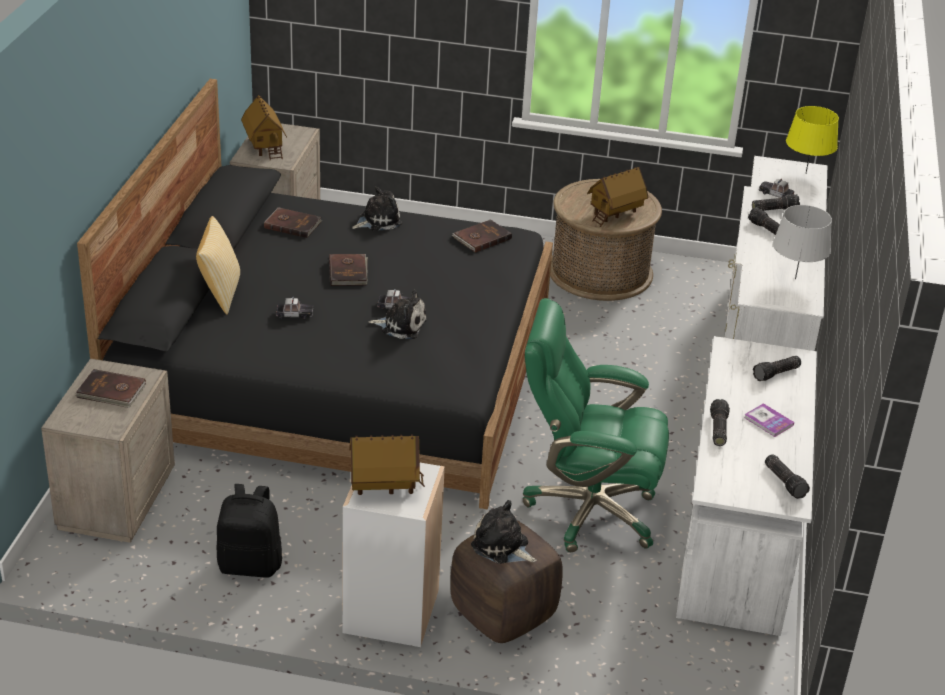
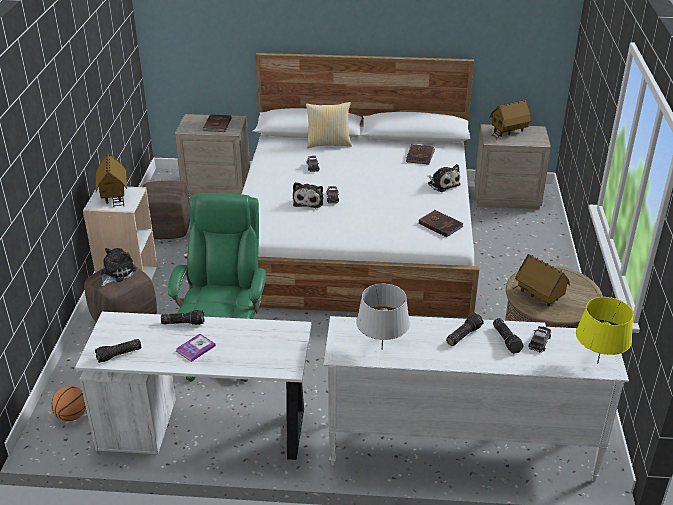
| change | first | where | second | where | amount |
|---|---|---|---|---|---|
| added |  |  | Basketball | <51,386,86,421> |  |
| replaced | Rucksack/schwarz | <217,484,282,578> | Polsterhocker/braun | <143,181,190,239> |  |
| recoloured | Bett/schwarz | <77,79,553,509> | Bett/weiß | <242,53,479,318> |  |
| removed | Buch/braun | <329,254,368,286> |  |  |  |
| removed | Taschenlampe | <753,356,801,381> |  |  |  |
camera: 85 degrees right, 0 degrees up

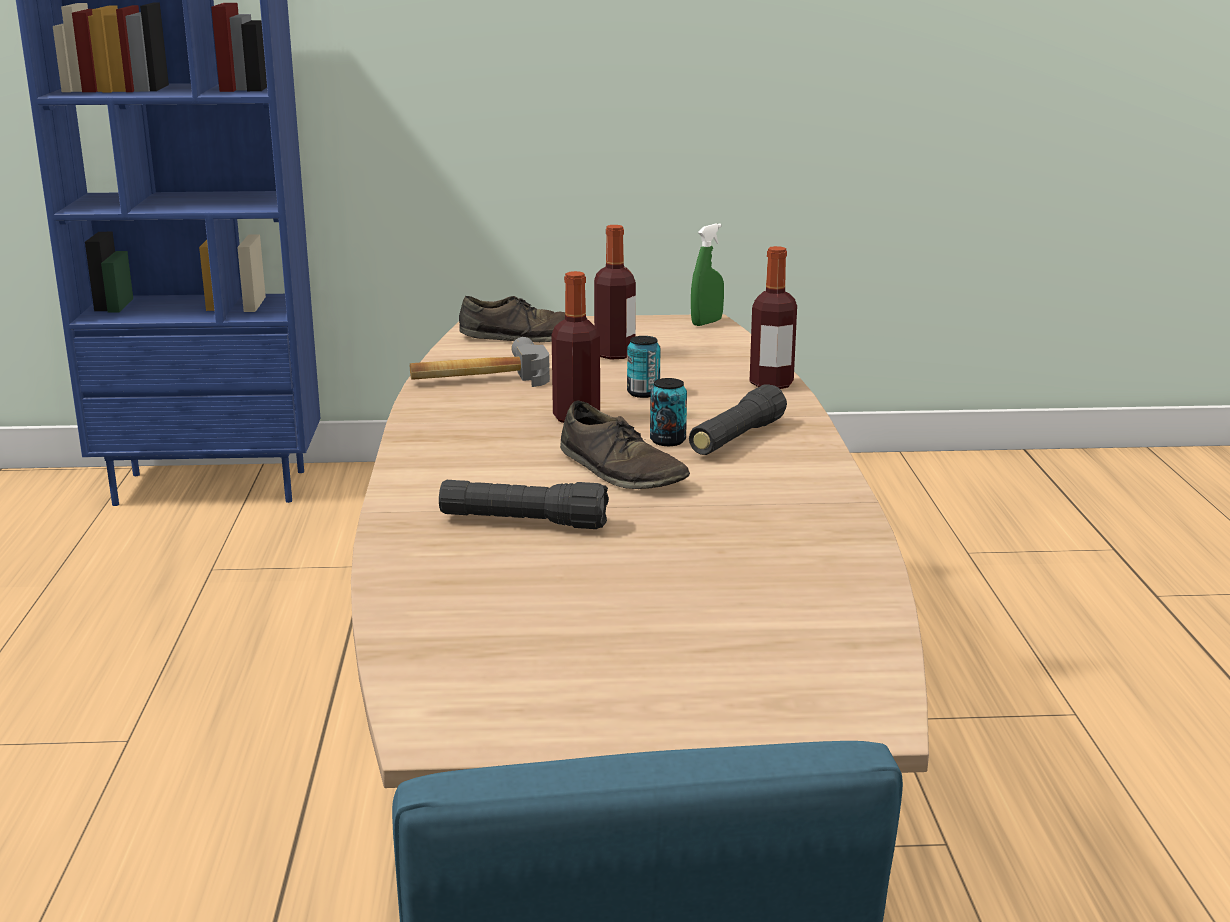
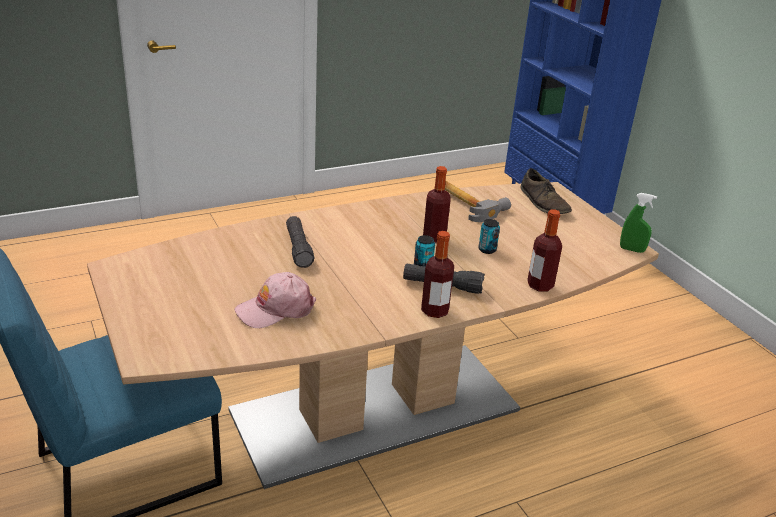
| change | first | where | second | where | amount |
|---|---|---|---|---|---|
| added |  |  | Kappe/rosa | <234,272,316,328> |  |
| moved | Flasche | <594,225,636,359> |  | <421,231,454,318> |  |
| removed | Schuh/braun | <560,400,690,489> |  |  |  |
camera: 65 degrees right, 10 degrees up

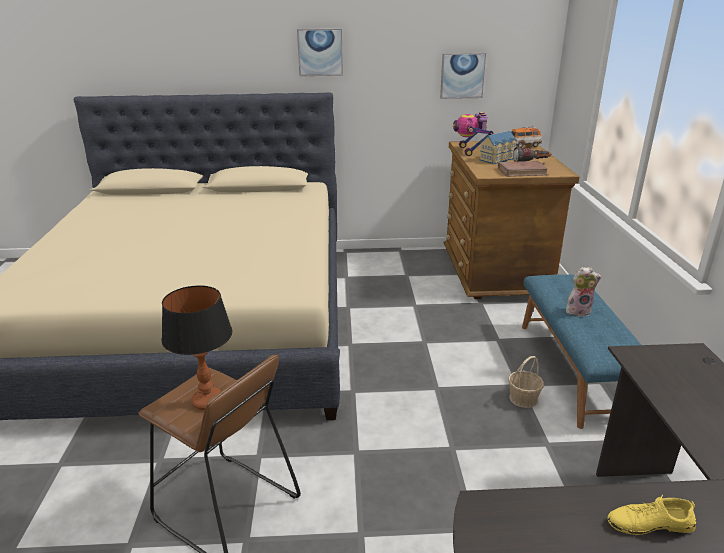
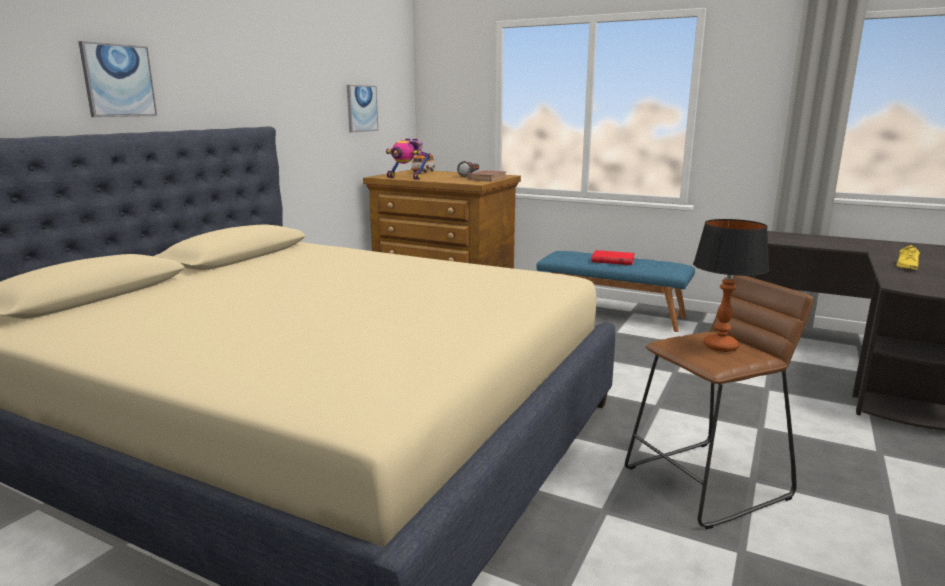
| change | first | where | second | where | amount |
|---|---|---|---|---|---|
| moved | Bild | <297,29,343,76> |  | <78,41,157,117> |  |
| replaced | Plüschtier | <566,267,602,317> | Buch/rot | <591,250,635,265> |  |
| removed | Spielzeughaus | <479,131,517,164> |  |  |  |
| removed | Korb | <508,356,544,408> |  |  |  |
camera: 60 degrees left, 10 degrees down

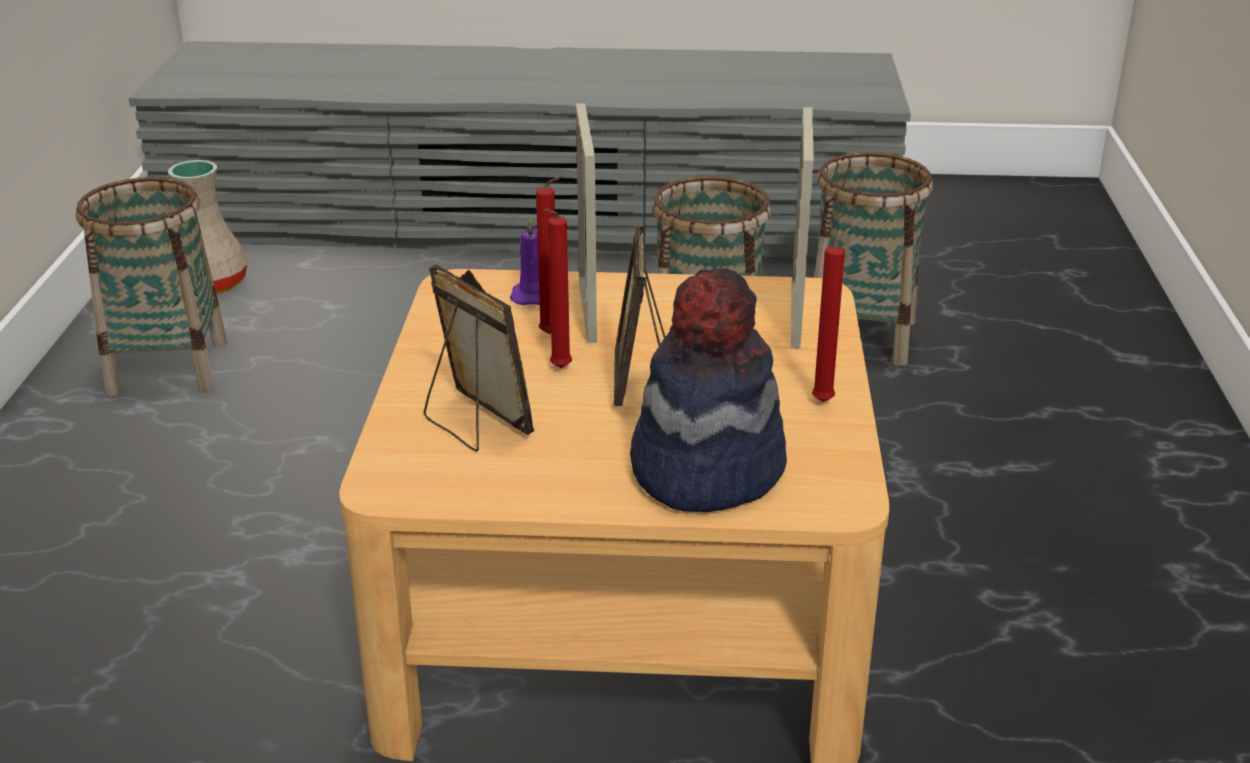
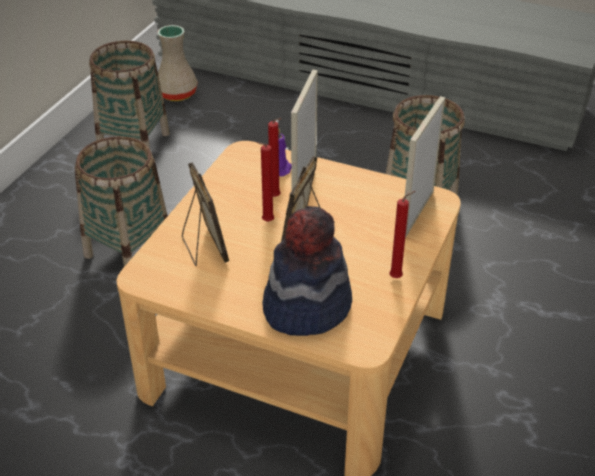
| change | first | where | second | where | amount |
|---|---|---|---|---|---|
| moved | Korb | <814,152,933,366> |  | <74,136,168,267> |  |
camera: 20 degrees right, 10 degrees up

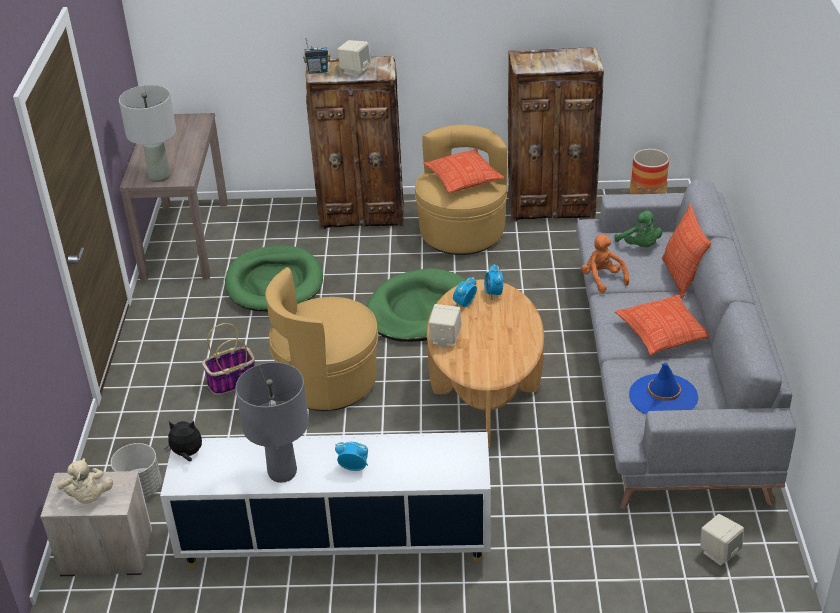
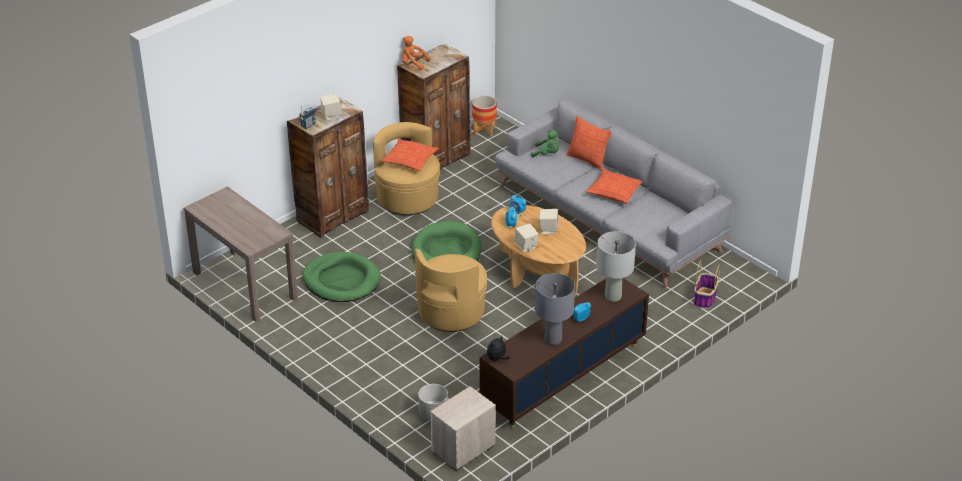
| change | first | where | second | where | amount |
|---|---|---|---|---|---|
| moved | Plüschtier/orange | <581,234,629,293> |  | <402,36,430,70> |  |
| recoloured | Fernsehschrank/weiß | <160,432,491,567> | Fernsehschrank/braun | <479,278,649,428> |  |
| moved | Lautsprecher/beige | <700,514,744,566> |  | <539,209,558,235> |  |
| moved | Tischlampe/grau | <119,85,176,182> |  | <596,231,636,302> |  |
| moved | Korb | <202,323,255,395> |  | <694,260,720,309> |  |
| removed | Plüschtier/beige | <57,458,113,504> |  |  |  |
| removed | Hut/blau | <629,363,698,415> |  |  |  |
camera: 45 degrees left, 0 degrees up

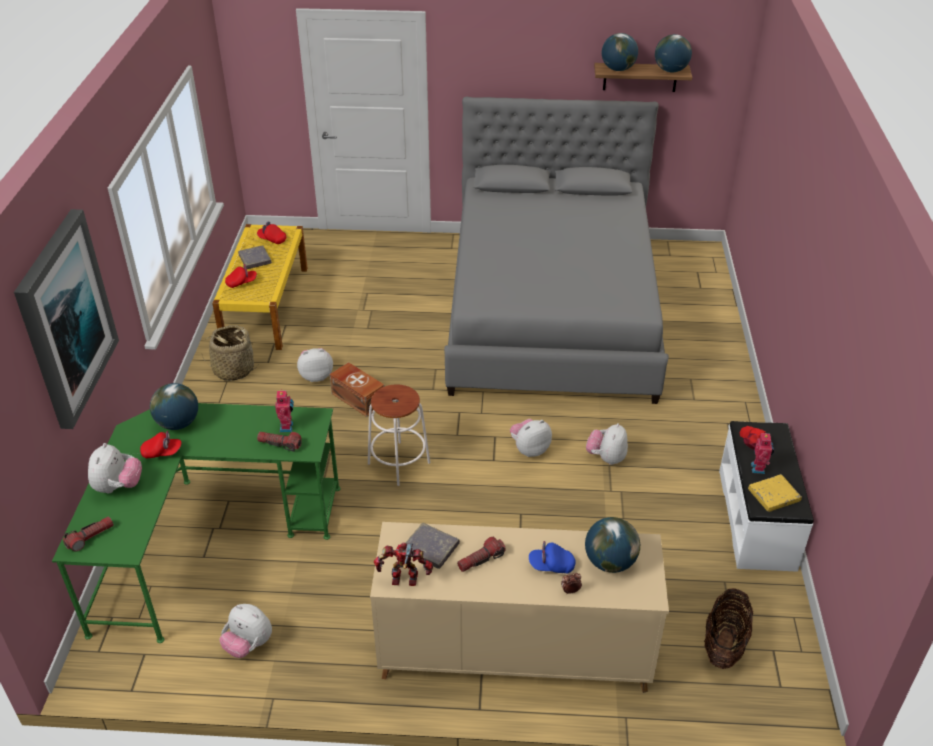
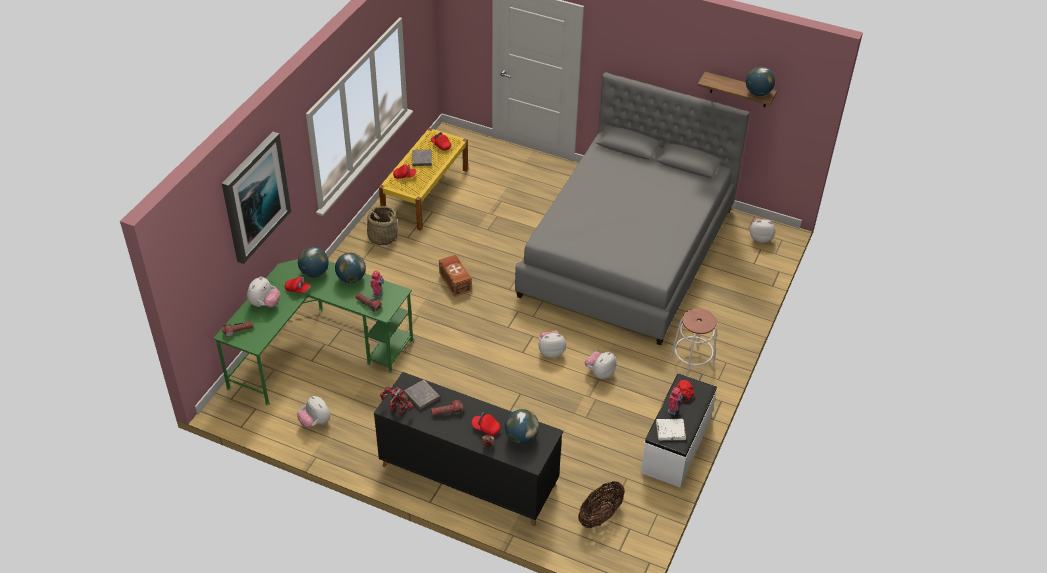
| change | first | where | second | where | amount |
|---|---|---|---|---|---|
| moved | Globus | <602,33,638,71> |  | <335,253,366,283> |  |
| recoloured | Kommode/beige | <370,522,669,693> | Kommode/schwarz | <374,372,563,526> |  |
| recoloured | Kappe/blau | <529,541,576,573> | Kappe/rot | <472,412,500,436> |  |
| recoloured | Buch/gelb | <748,474,802,512> | Buch/weiß | <656,419,686,440> |  |
| moved | Hocker/weiß | <368,384,430,486> |  | <670,308,717,377> |  |
| moved | Plüschtier | <297,348,333,382> |  | <750,218,776,243> |  |
camera: 20 degrees right, 5 degrees up

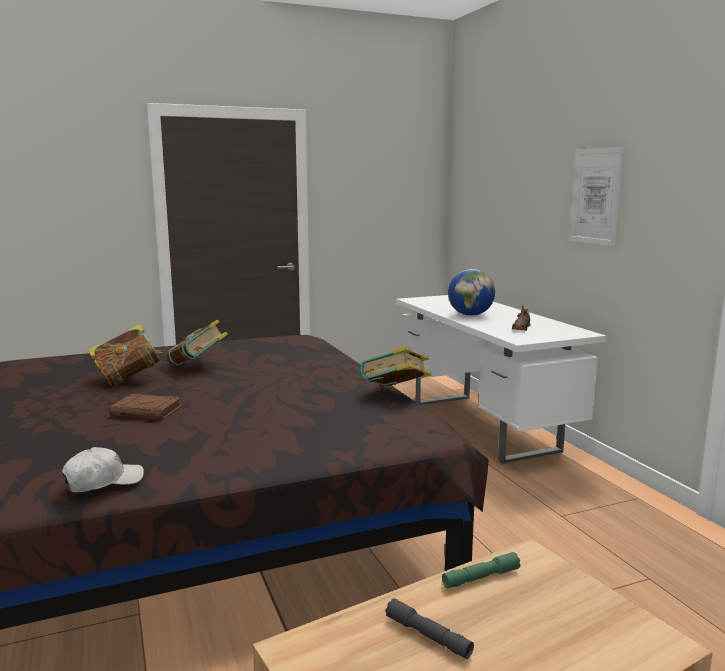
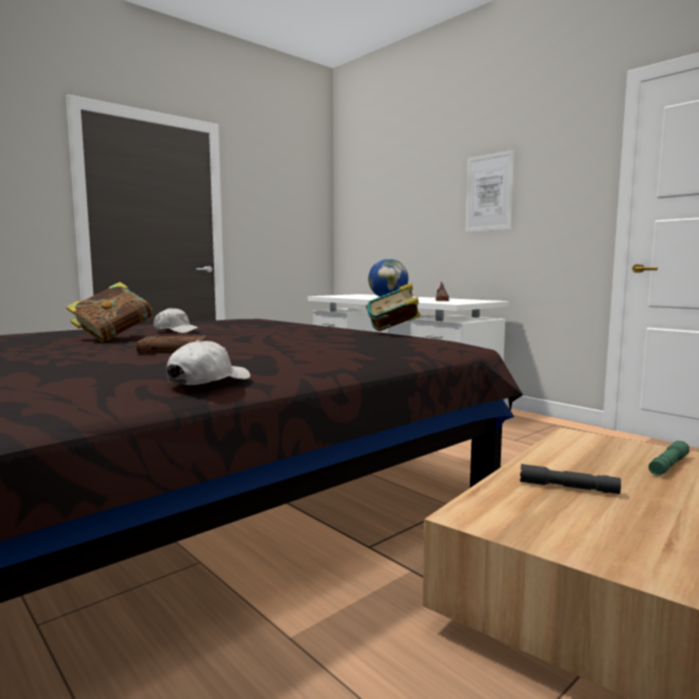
| change | first | where | second | where | amount |
|---|---|---|---|---|---|
| replaced | Buch | <165,320,228,366> | Kappe/weiß | <153,308,201,333> |  |
| moved | Taschenlampe/grün | <442,552,520,588> |  | <649,440,690,475> |  |
camera: 20 degrees left, 5 degrees down

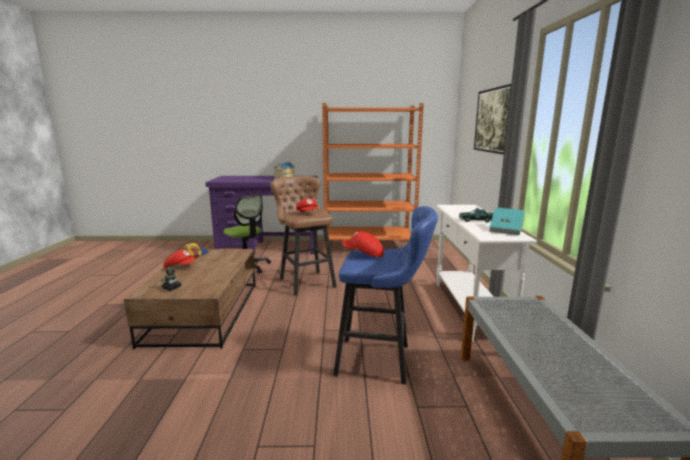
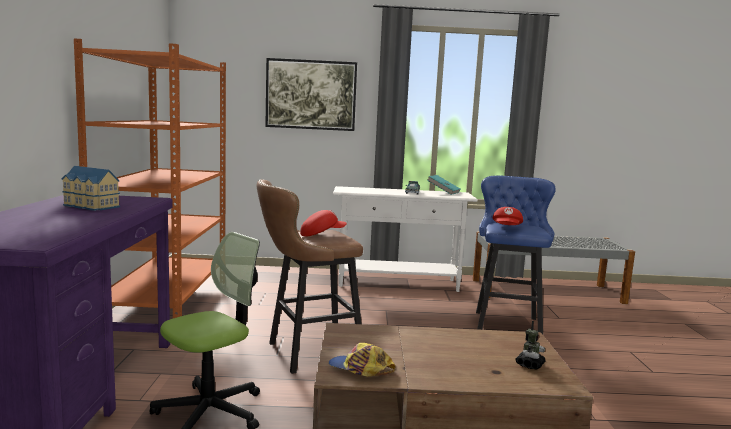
| change | first | where | second | where | amount |
|---|---|---|---|---|---|
| removed | Kappe/rot | <164,250,197,268> |  |  |  |
camera: 90 degrees left, 5 degrees down

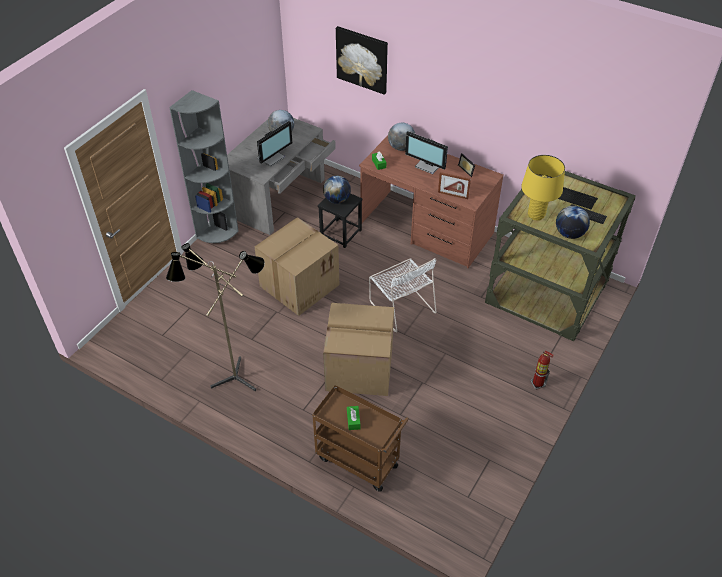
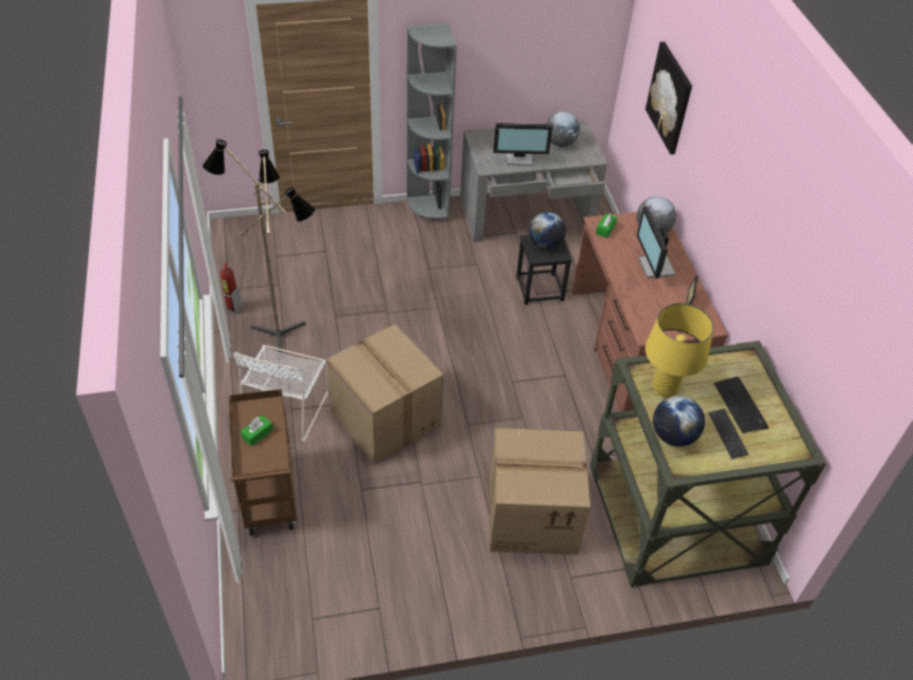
| change | first | where | second | where | amount |
|---|---|---|---|---|---|
| moved | Feuerlöscher | <530,351,554,390> |  | <221,263,243,314> |  |
| moved | Stuhl/weiß | <369,258,437,333> |  | <233,345,329,442> |  |
| moved | Karton | <254,217,339,316> |  | <489,428,590,555> |  |
| removed | Bilderrahmen | <438,172,471,199> |  |  |  |
camera: 45 degrees right, 0 degrees up

